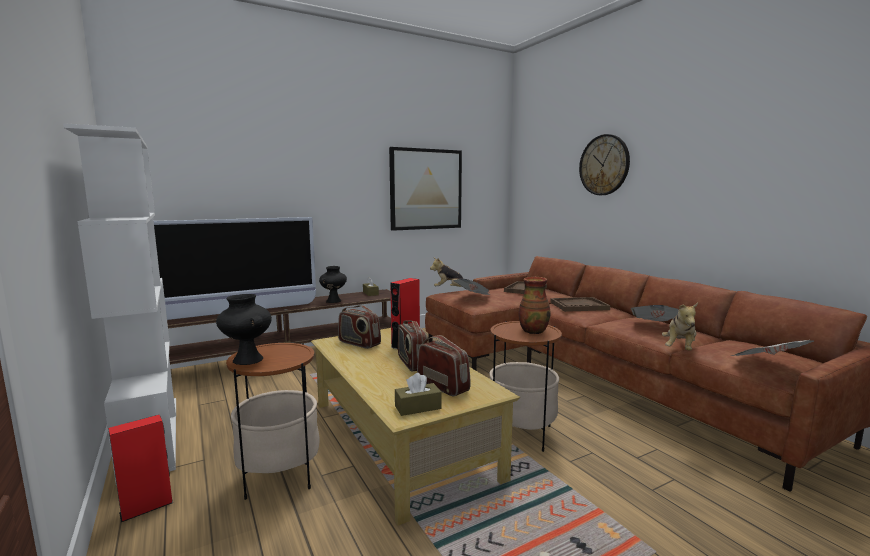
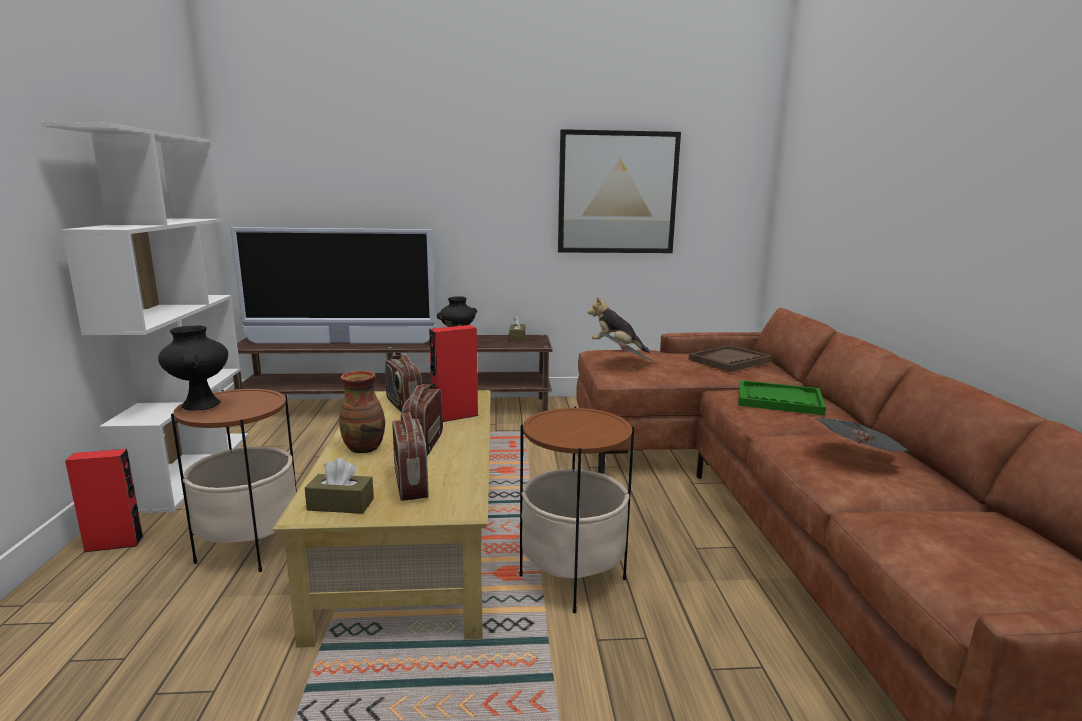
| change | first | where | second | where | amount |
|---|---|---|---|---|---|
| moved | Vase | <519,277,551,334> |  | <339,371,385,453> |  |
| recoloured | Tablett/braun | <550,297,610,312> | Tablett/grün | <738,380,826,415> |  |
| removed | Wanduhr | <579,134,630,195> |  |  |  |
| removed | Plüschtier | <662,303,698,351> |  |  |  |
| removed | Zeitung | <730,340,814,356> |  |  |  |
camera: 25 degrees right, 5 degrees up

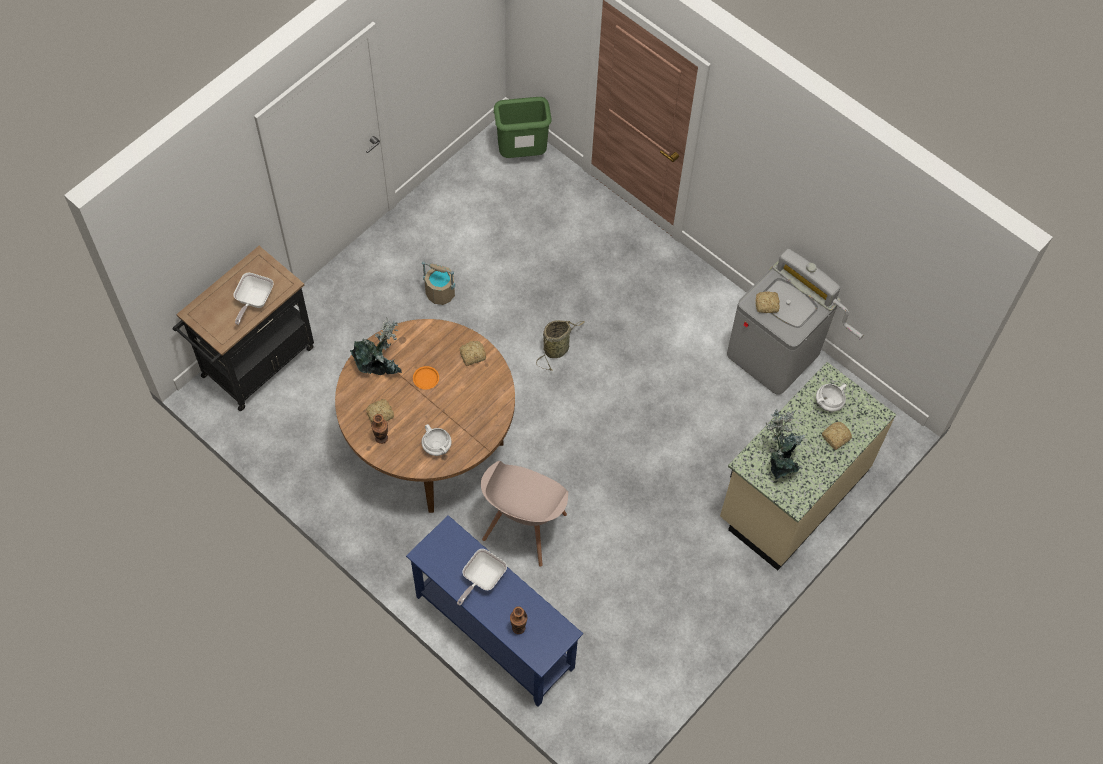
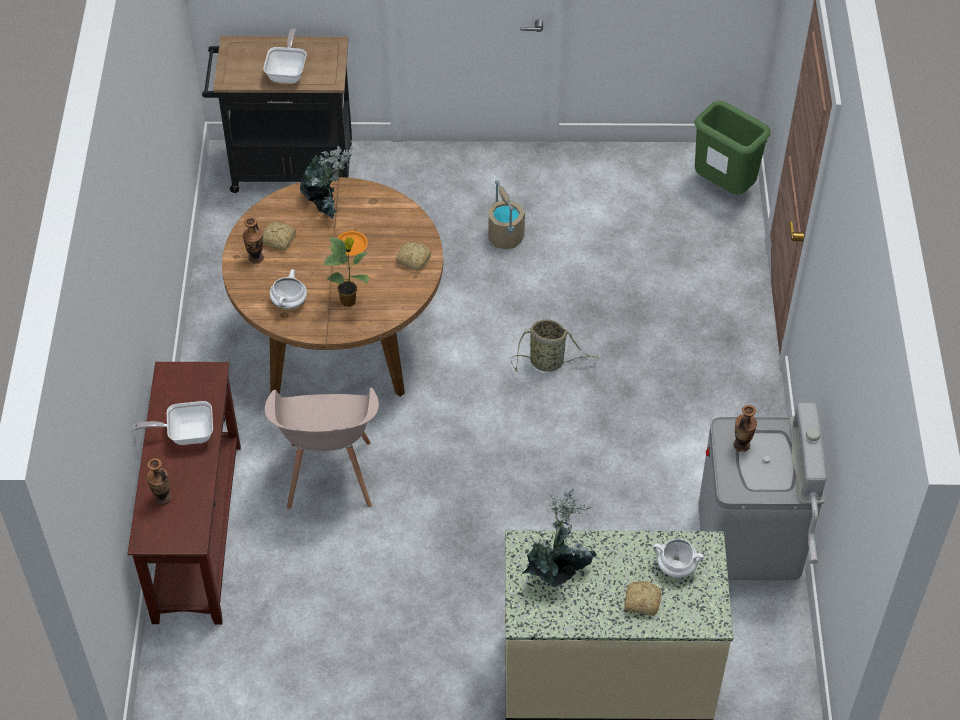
| change | first | where | second | where | amount |
|---|---|---|---|---|---|
| recoloured | Konsolentisch/blau | <406,515,583,707> | Konsolentisch/braun | <128,362,241,625> |  |
| turned | Pfanne | <233,272,274,325> |  | <263,28,307,83> | 120 degrees clockwise |
| turned | Stuhl/beige | <481,461,568,567> |  | <265,387,379,509> | 75 degrees counterclockwise |
| added |  |  | Topfpflanze | <323,237,369,307> |  |
| replaced | Brot | <756,291,780,313> | Vase | <734,405,757,452> |  |
camera: 50 degrees right, 10 degrees down

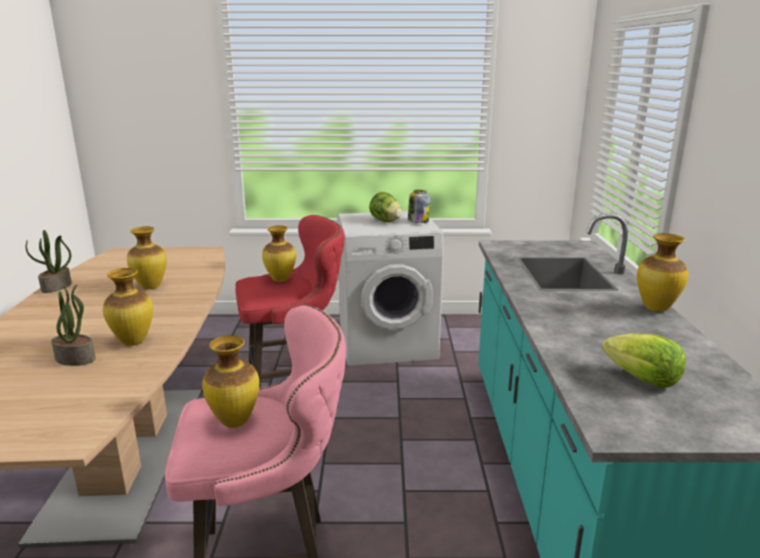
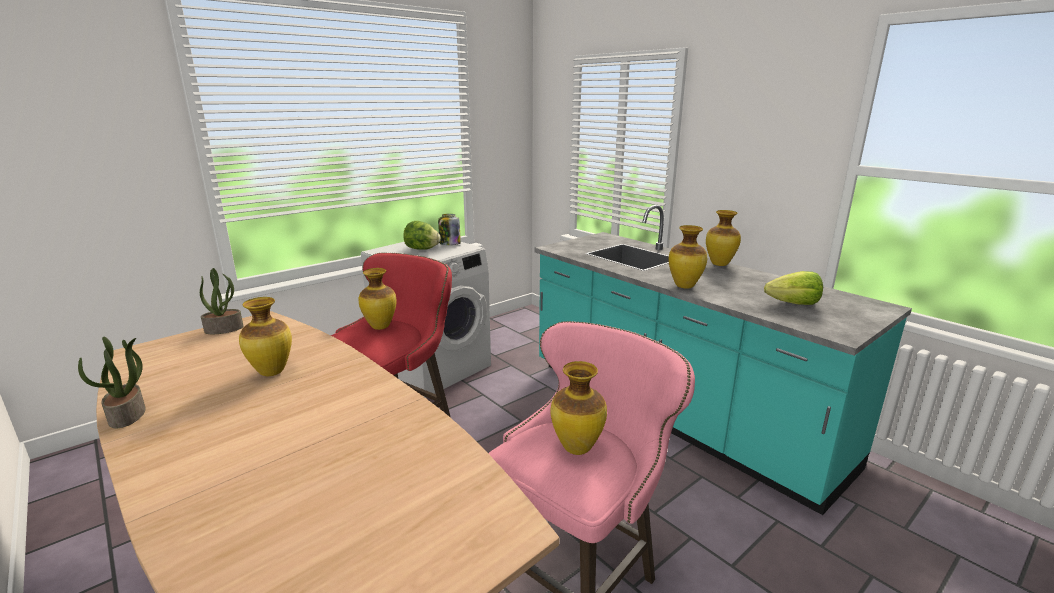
| change | first | where | second | where | amount |
|---|---|---|---|---|---|
| moved | Topfpflanze | <51,284,96,366> |  | <200,268,243,334> |  |
| moved | Vase | <103,268,153,346> |  | <668,225,707,289> |  |
camera: 40 degrees left, 0 degrees up

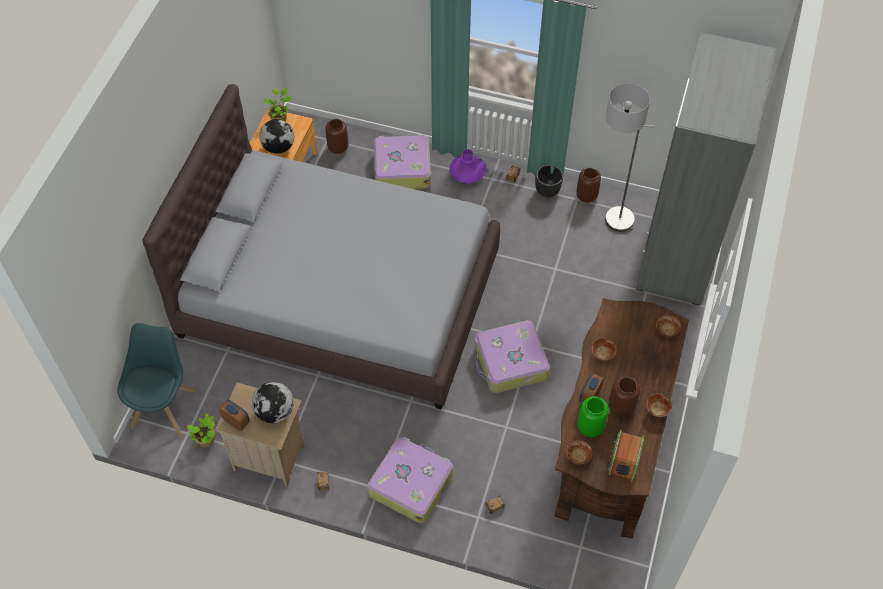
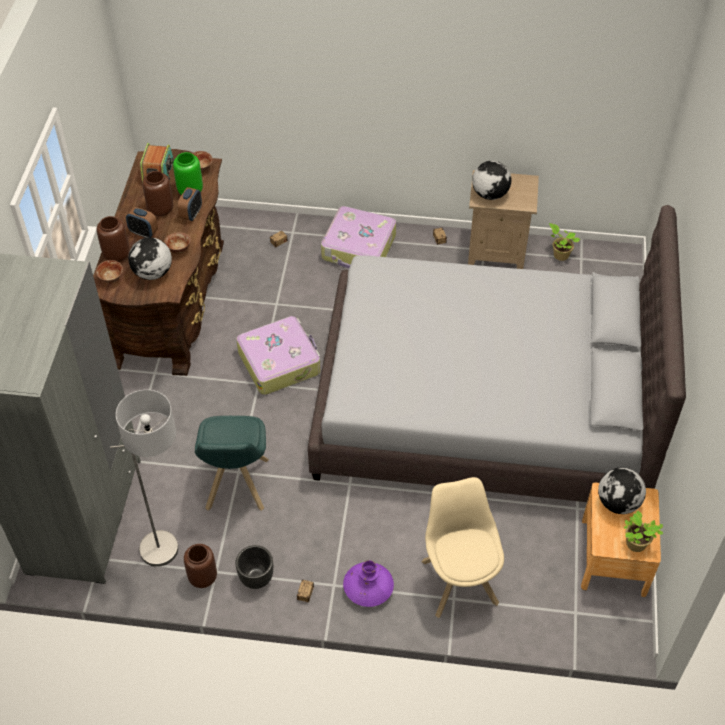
| change | first | where | second | where | amount |
|---|---|---|---|---|---|
| moved | Vase/braun | <325,119,348,154> |  | <97,216,130,262> |  |
| moved | Wecker | <219,400,250,431> |  | <126,207,158,238> |  |
| added |  |  | Globus | <128,237,172,280> |  |
| moved | Stuhl/türkis | <117,323,196,437> |  | <195,416,269,511> |  |
| replaced | Koffer | <374,134,431,189> | Stuhl/beige | <422,477,504,618> |  |
| removed | Schüssel | <646,393,673,417> |  |  |  |
camera: 170 degrees right, 5 degrees down

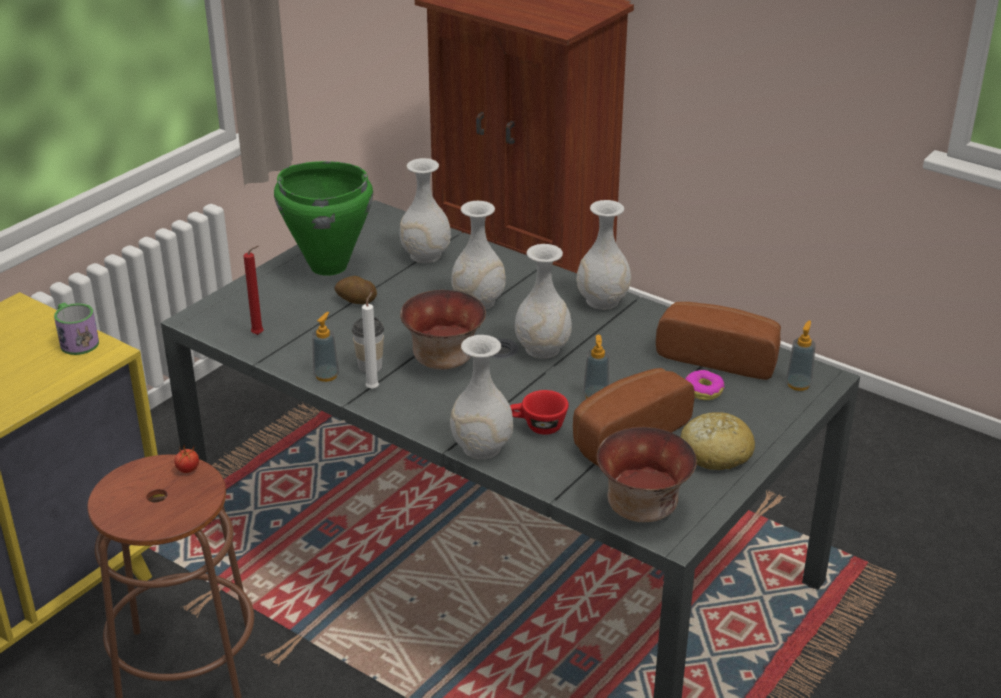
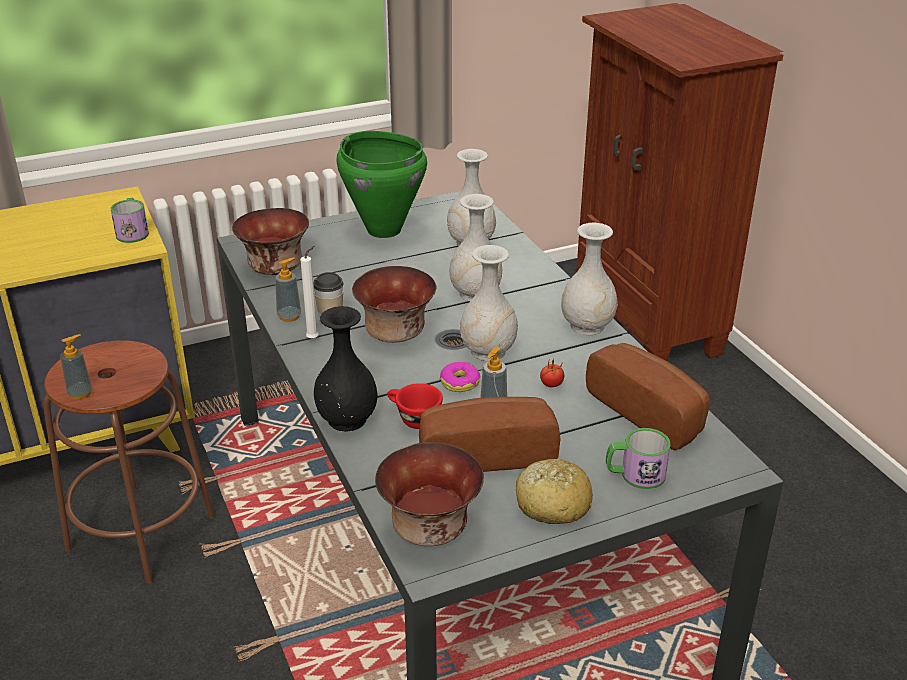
| change | first | where | second | where | amount |
|---|---|---|---|---|---|
| moved | Seifenspender | <786,320,816,391> |  | <60,334,93,399> |  |
| replaced | Kerze/rot | <243,246,264,335> | Schüssel | <232,208,309,275> |  |
| recoloured | Vase/weiß | <450,335,514,459> | Vase/schwarz | <314,306,378,432> |  |
| moved | Donut | <685,370,725,400> |  | <440,362,480,392> |  |
| moved | Tomate | <174,445,199,473> |  | <540,359,564,387> |  |
| added |  |  | Henkelbecher | <606,428,670,489> |  |
| removed | Kartoffel | <334,276,377,304> |  |  |  |
camera: 30 degrees right, 0 degrees up

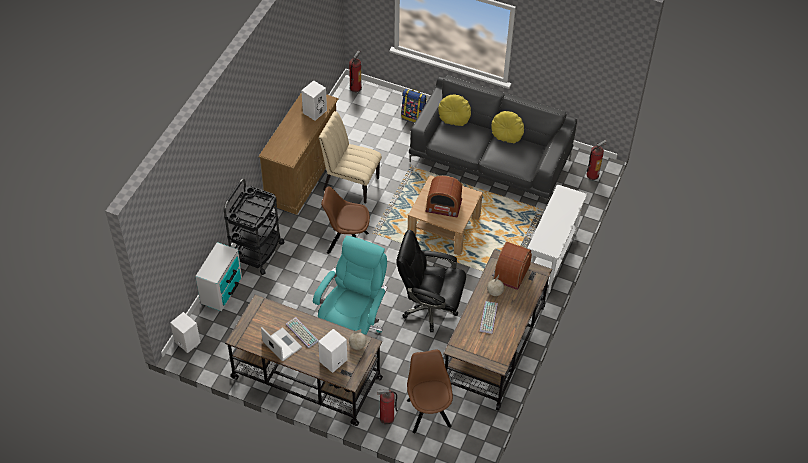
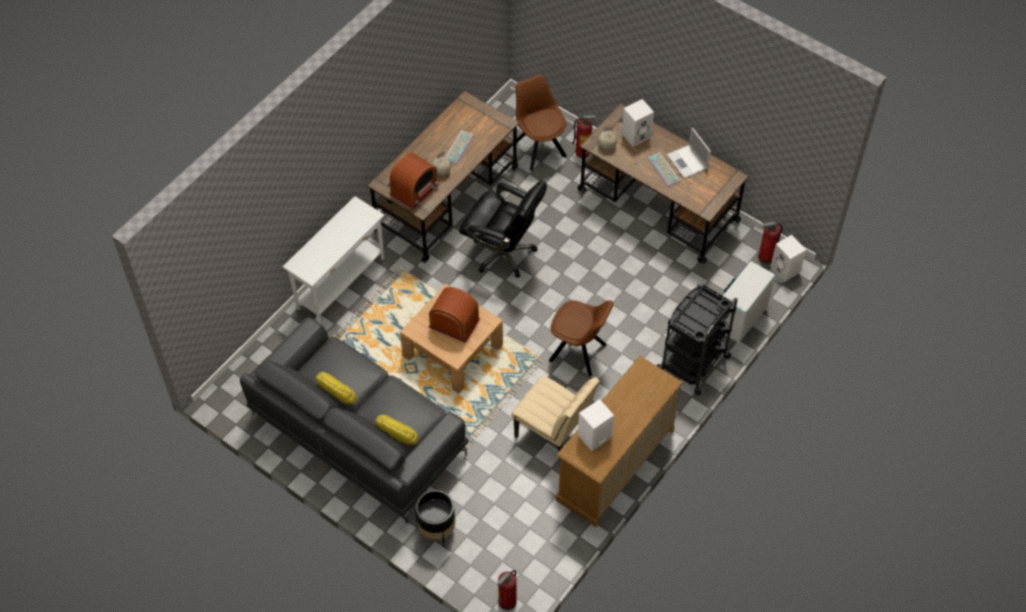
| change | first | where | second | where | amount |
|---|---|---|---|---|---|
| replaced | Rucksack | <401,89,427,122> | Pflanzkübel/schwarz | <415,490,455,545> |  |
| turned | Stuhl/braun | <407,350,453,433> |  | <516,74,567,171> | 150 degrees clockwise |
| moved | Feuerlöscher | <586,140,607,180> |  | <758,222,783,264> |  |
| removed | Bürostuhl/türkis | <313,236,388,335> |  |  |  |
camera: 165 degrees left, 5 degrees up

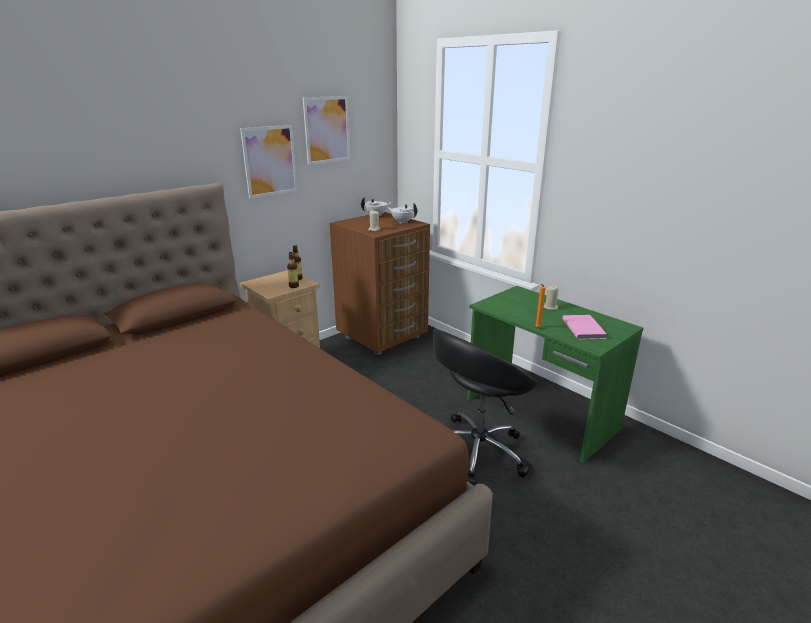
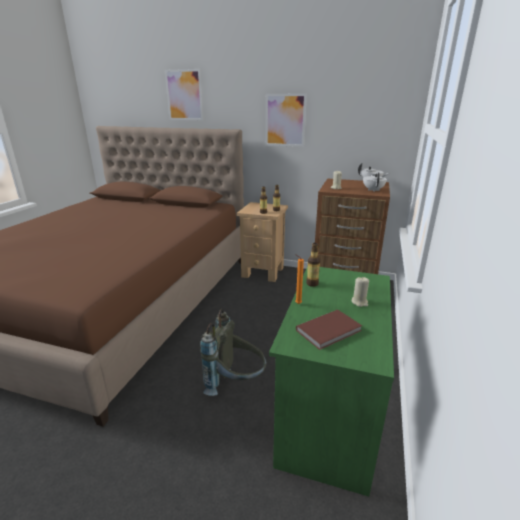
| change | first | where | second | where | amount |
|---|---|---|---|---|---|
| moved | Bild | <303,96,350,165> |  | <165,69,204,120> |  |
| replaced | Bürostuhl/schwarz | <433,328,537,485> | Rucksack/grau | <200,309,266,396> |  |
| recoloured | Buch/rosa | <562,315,607,339> | Buch/braun | <296,310,362,350> |  |
| added |  |  | Flasche | <306,243,320,287> |  |
camera: 60 degrees right, 0 degrees up

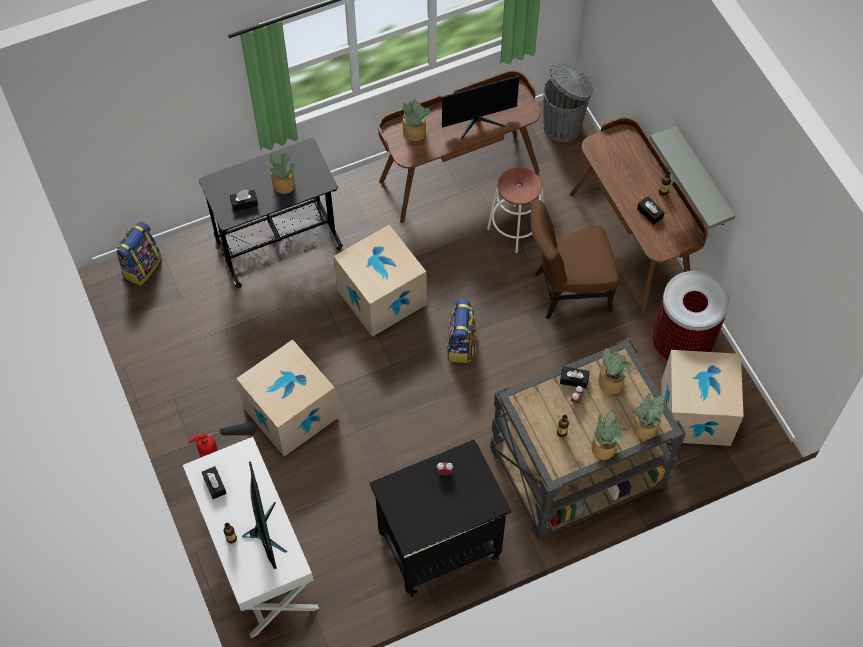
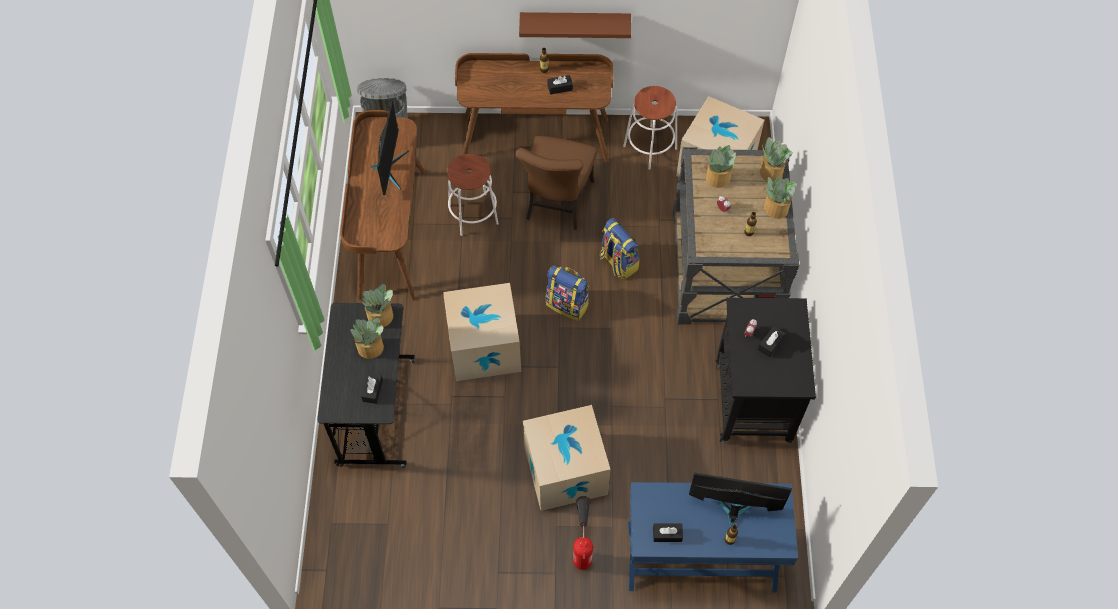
| change | first | where | second | where | amount |
|---|---|---|---|---|---|
| moved | Topfpflanze | <399,99,430,141> |  | <362,284,393,327> |  |
| recoloured | Wandregal/grau | <650,126,736,229> | Wandregal/braun | <519,12,631,38> |  |
| moved | Rucksack | <116,222,162,286> |  | <600,218,640,280> |  |
| replaced | Mülleimer | <652,271,729,361> | Hocker/weiß | <623,86,677,170> |  |
| recoloured | Konsolentisch/weiß | <183,437,319,638> | Konsolentisch/blau | <628,482,798,593> |  |
| moved | Taschentuchbox/schwarz | <560,366,590,389> |  | <758,326,785,357> |  |
camera: 65 degrees left, 0 degrees up

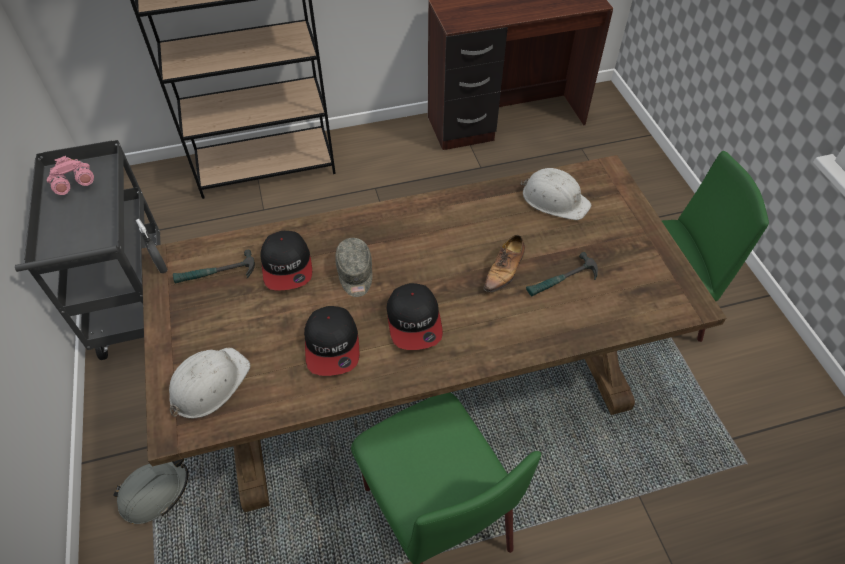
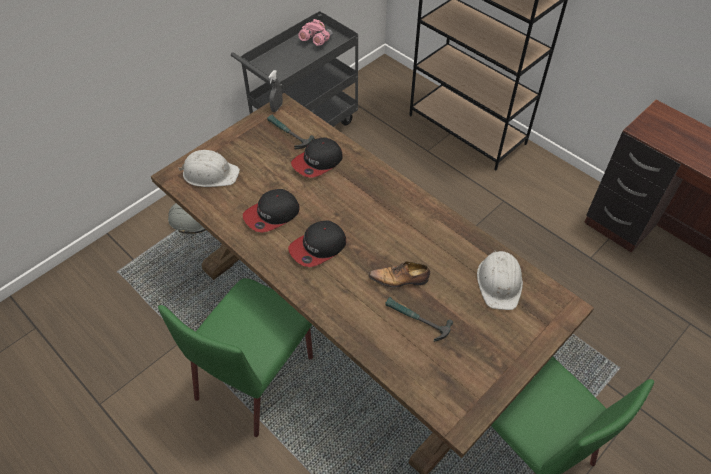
| change | first | where | second | where | amount |
|---|---|---|---|---|---|
| removed | Kappe/grau | <335,238,373,297> |  |  |  |
camera: 60 degrees right, 0 degrees up

